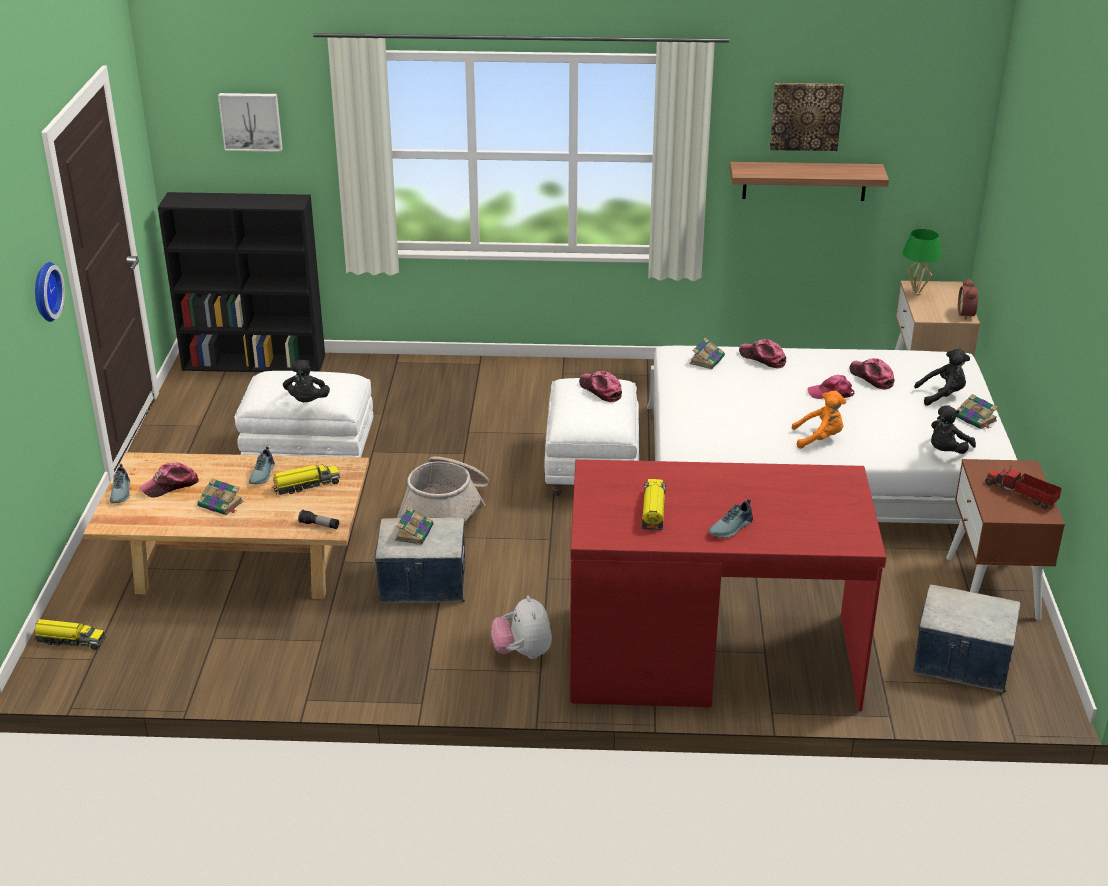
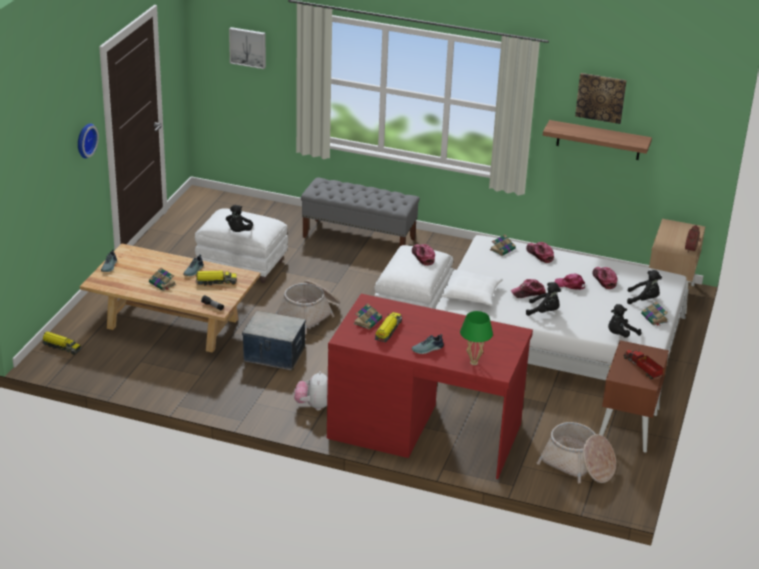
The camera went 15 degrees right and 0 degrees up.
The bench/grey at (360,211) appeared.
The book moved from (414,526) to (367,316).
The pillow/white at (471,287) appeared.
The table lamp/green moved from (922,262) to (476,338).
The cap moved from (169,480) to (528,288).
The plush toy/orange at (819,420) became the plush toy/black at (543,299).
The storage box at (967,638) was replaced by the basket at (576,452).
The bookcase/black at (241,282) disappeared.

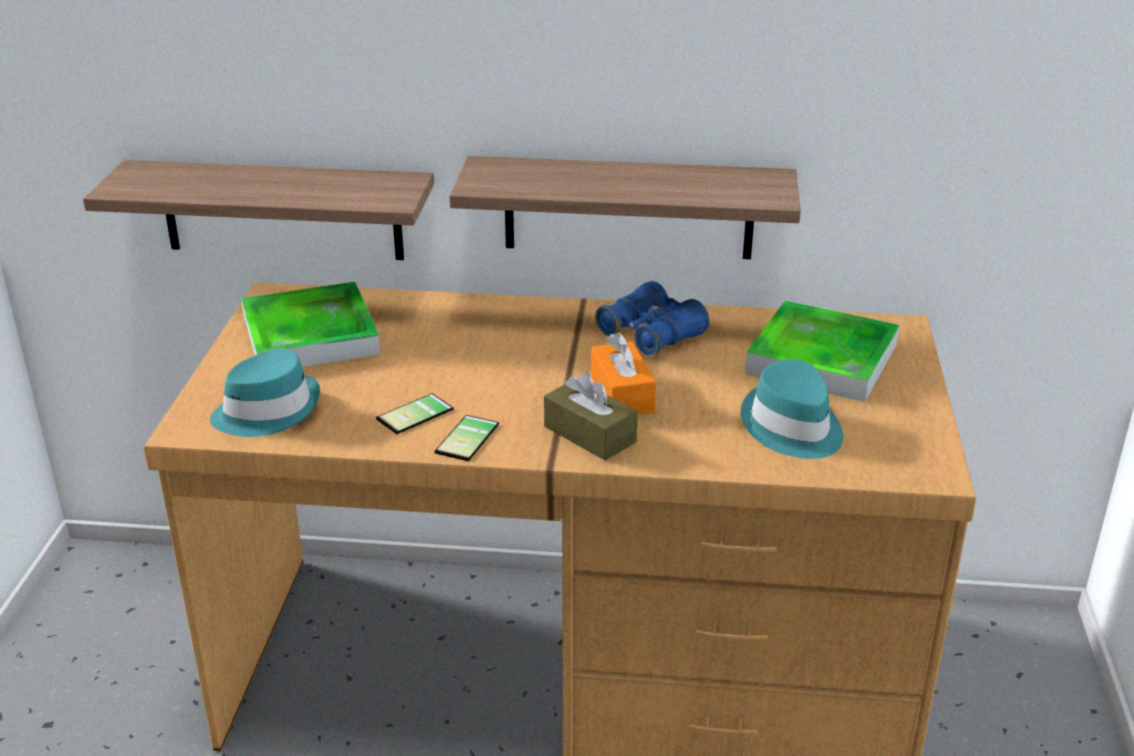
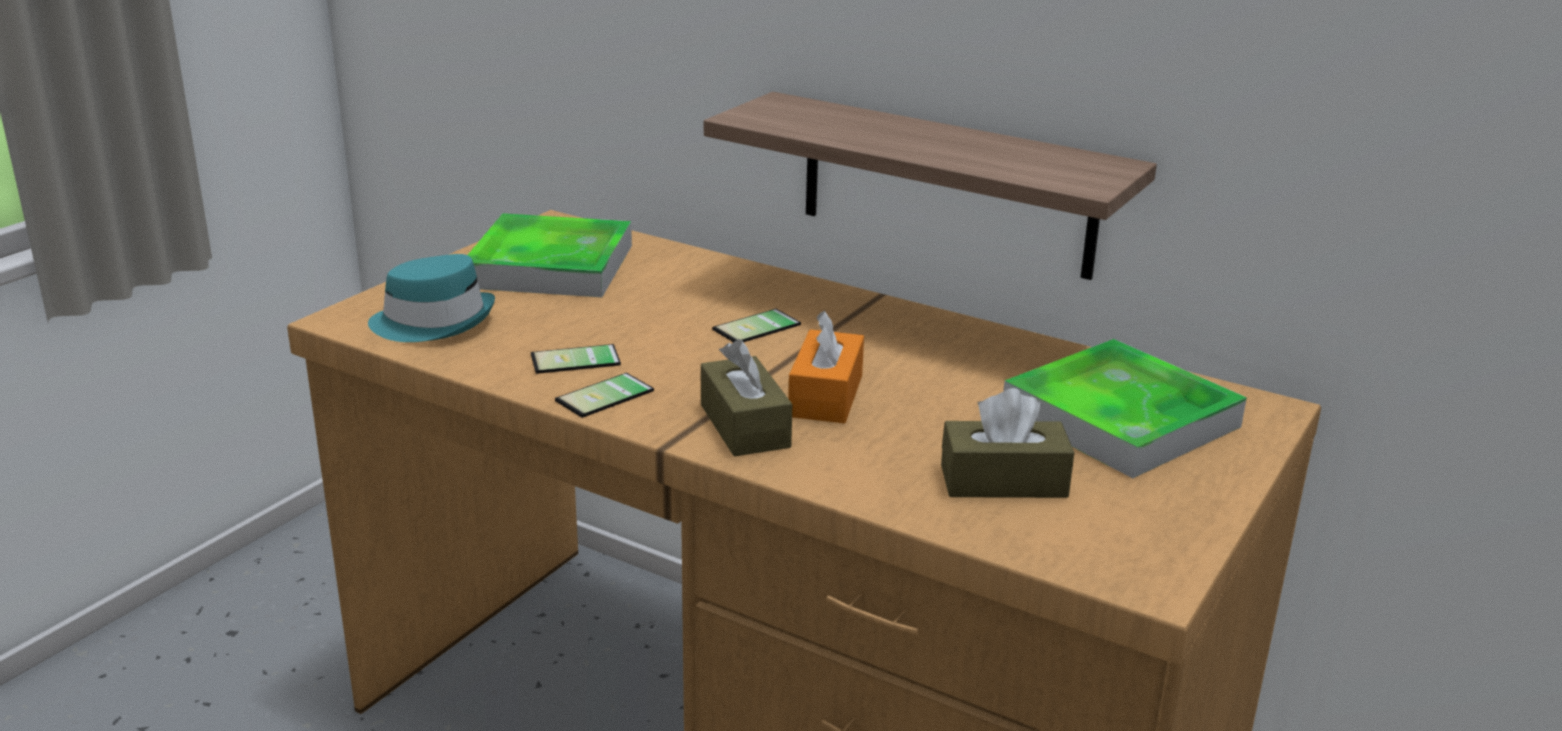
The camera went 25 degrees right and 5 degrees down.
The phone at (756,325) appeared.
The hat/turquoise at (792,409) was replaced by the tissue box/brown at (1007,443).
The shelf at (258,210) disappeared.
The binoculars/blue at (652,318) disappeared.

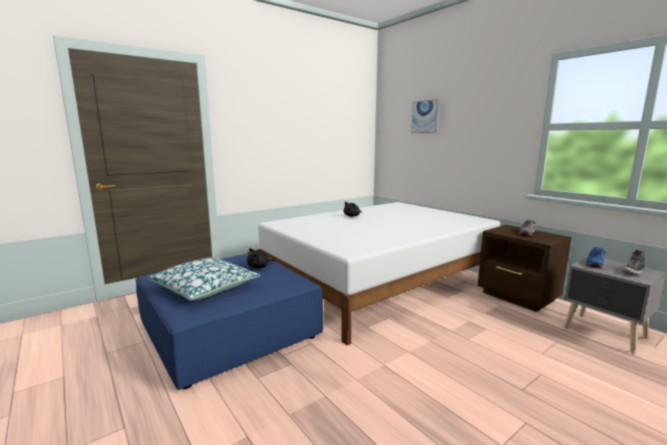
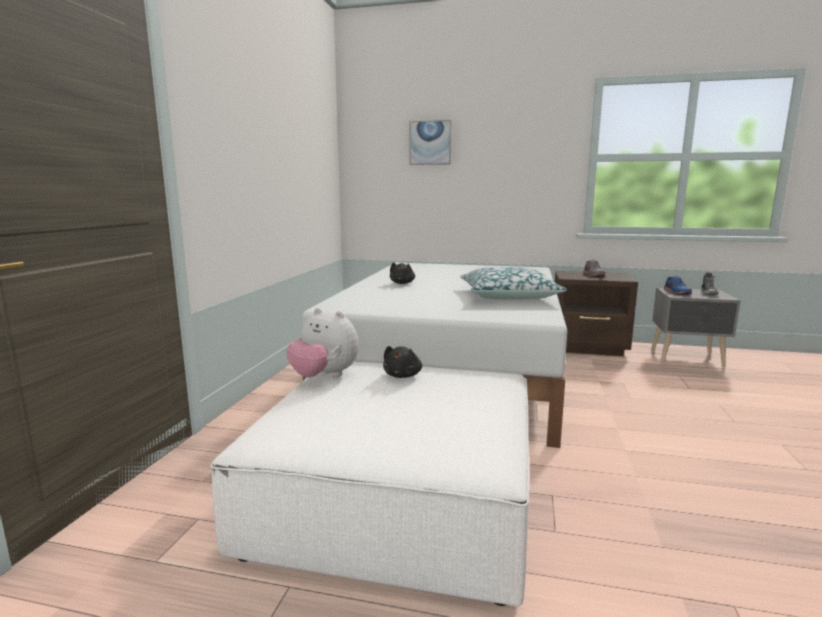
The camera went 40 degrees left and 0 degrees up.
The ottoman/blue at (229,322) became the ottoman/white at (370,484).
The plush toy at (322,342) appeared.
The pillow moved from (203,278) to (513,283).

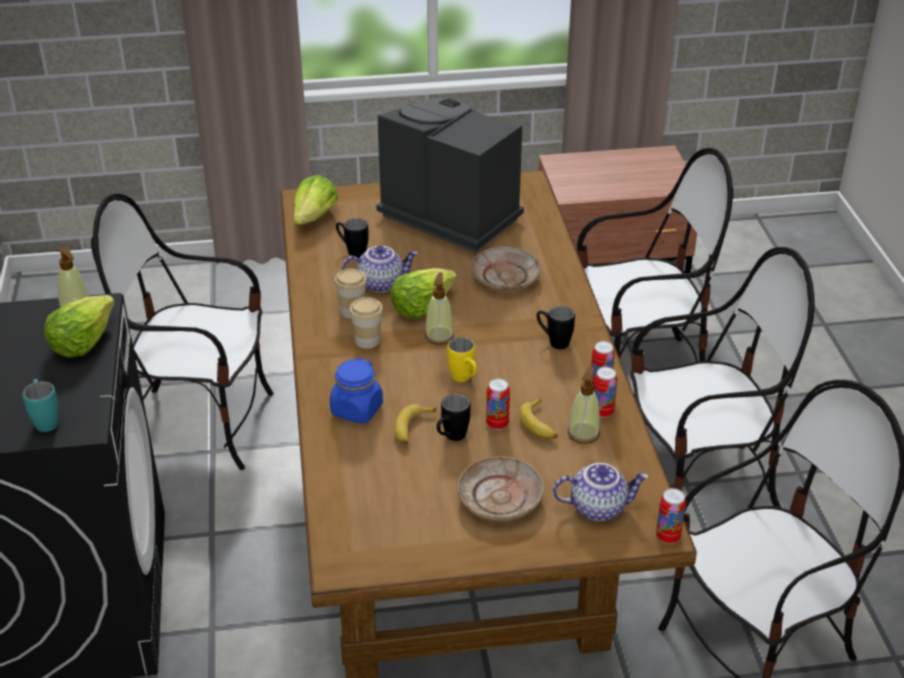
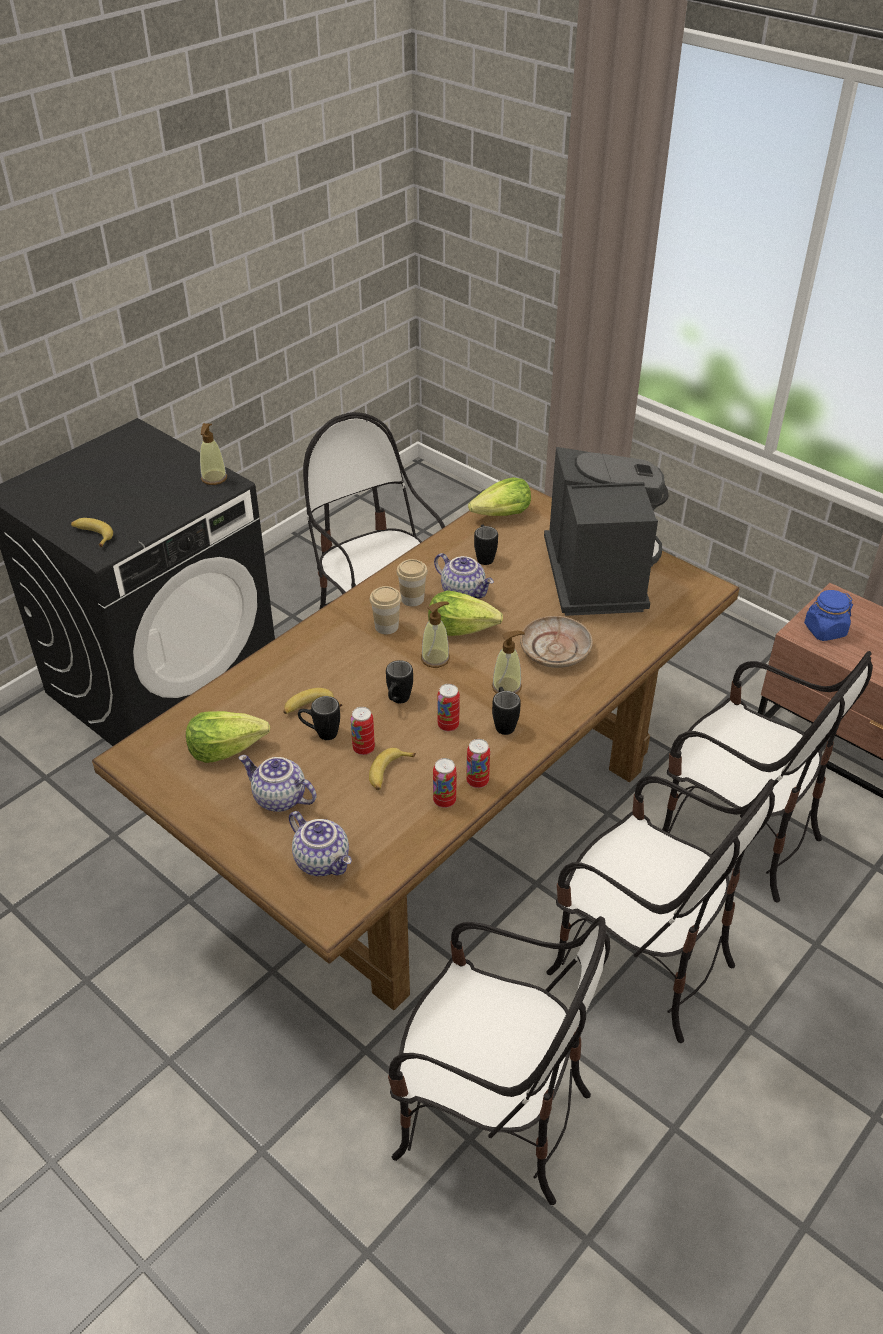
The camera went 50 degrees right and 5 degrees up.
The mug/turquoise at (40,405) was replaced by the banana at (92,532).
The lettuce moved from (79,326) to (228,737).
The plate/beige at (500,488) was replaced by the teapot at (278,783).
The mug/yellow at (462,359) became the mug/black at (399,681).
The can moved from (671,516) to (448,708).
The soap dispenser moved from (584,405) to (508,662).
The jar/blue moved from (356,390) to (828,615).

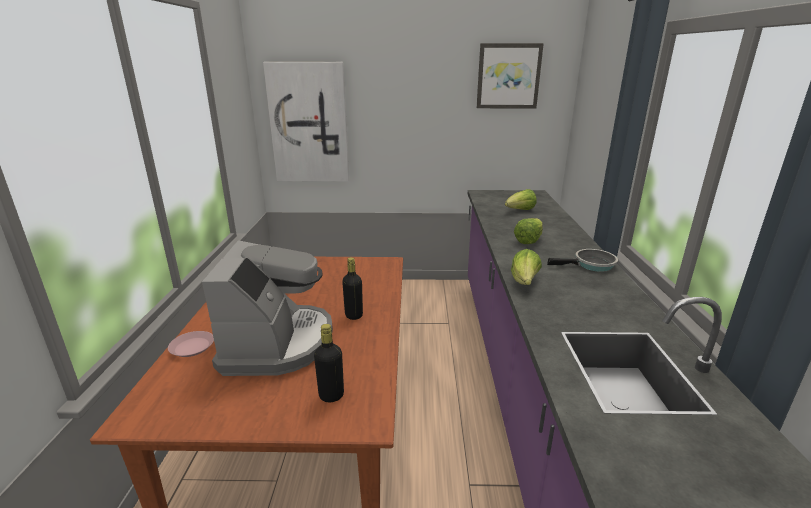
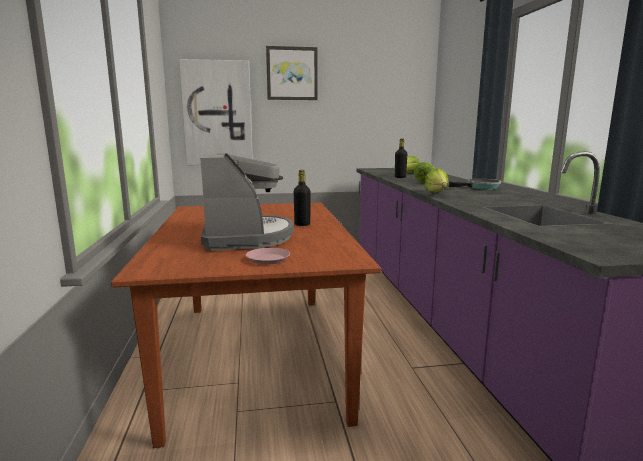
The camera went 10 degrees left and 10 degrees down.
The plate/pink moved from (191,344) to (268,256).
The picture moved from (510,75) to (292,73).
The bottle/black moved from (329,363) to (401,158).

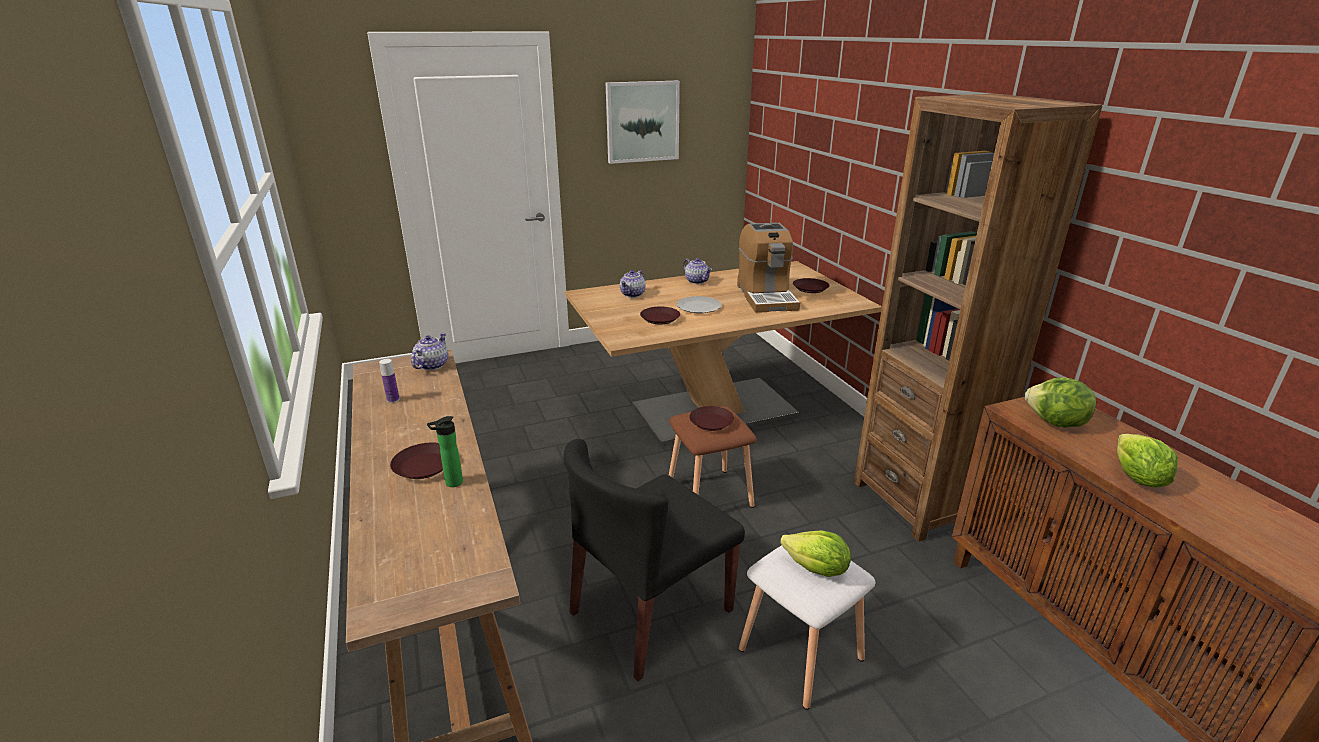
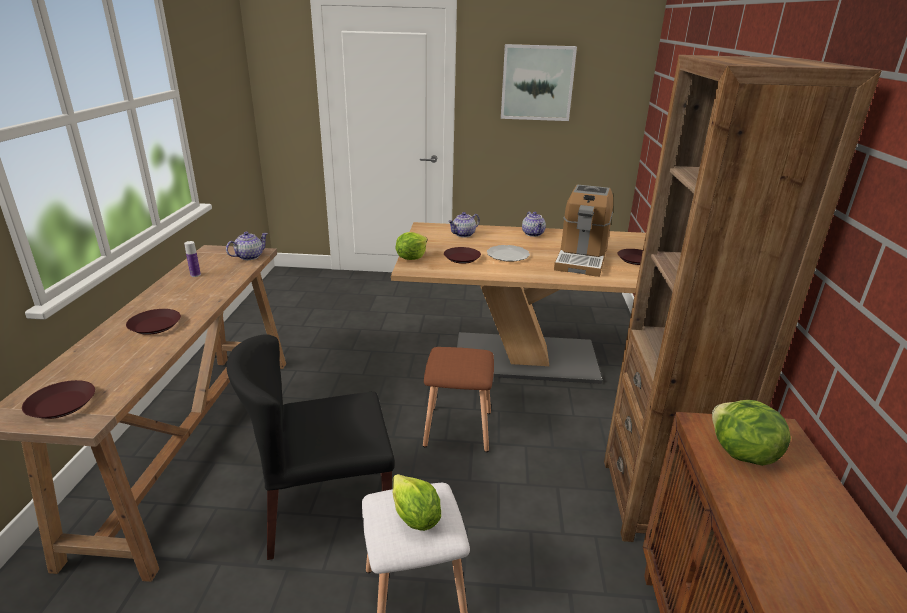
The camera went 25 degrees right and 0 degrees up.
The plate/brown moved from (711,418) to (58,399).
The lettuce moved from (1147,461) to (411,246).
The bottle at (445,451) disappeared.

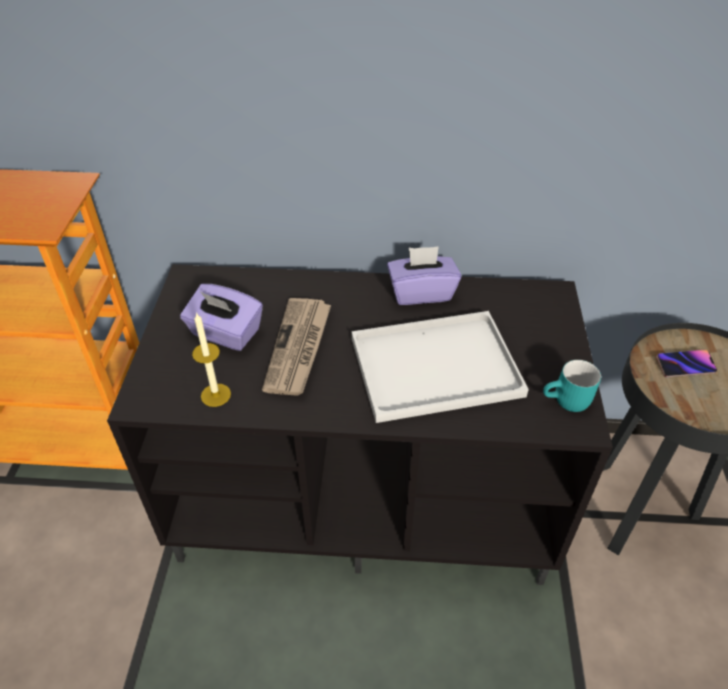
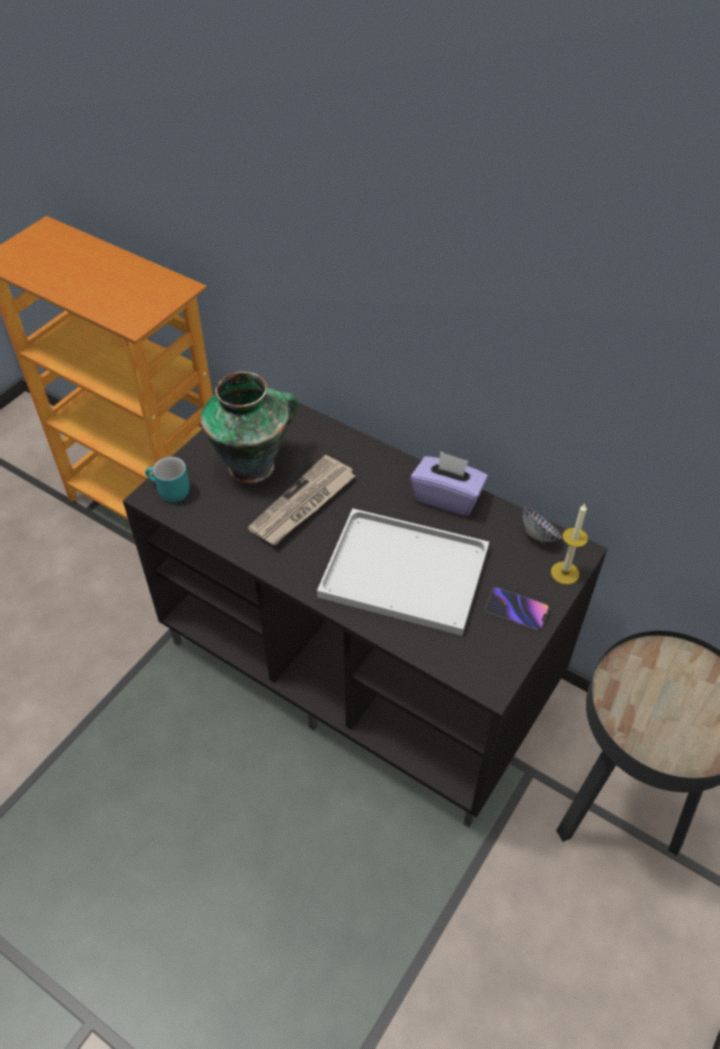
The camera went 30 degrees right and 5 degrees up.
The mug/turquoise moved from (572,386) to (167,479).
The tissue box/purple at (221,317) was replaced by the vase at (249,427).
The phone moved from (686,363) to (517,609).
The bowl at (542,525) appeared.
The candle moved from (211,359) to (569,544).

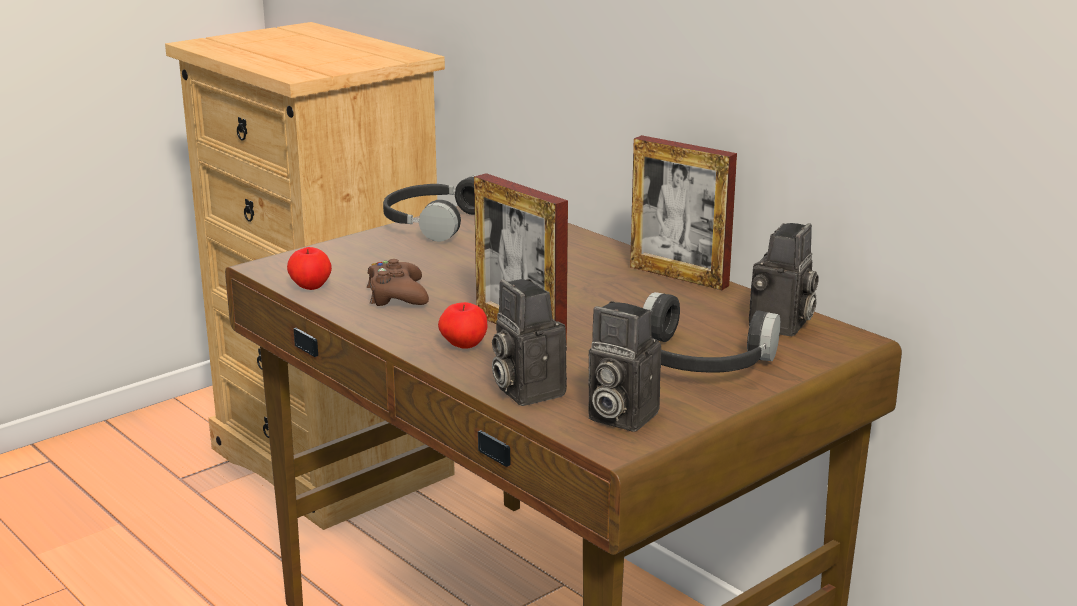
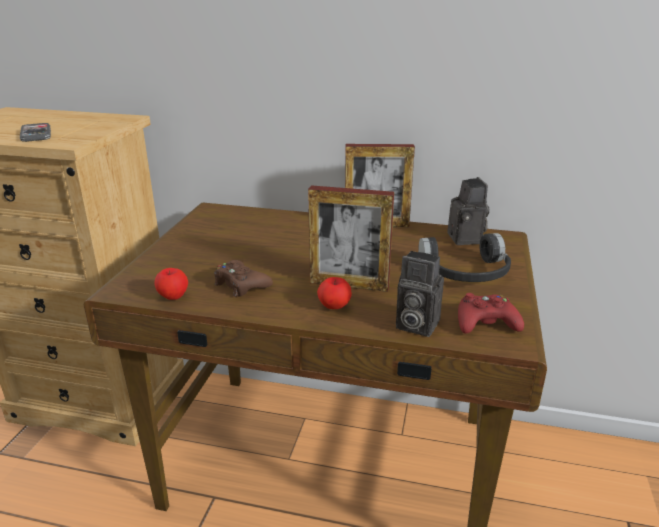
The camera went 35 degrees left and 5 degrees up.
The phone at (35,132) appeared.
The photo camera at (624,366) was replaced by the game controller/red at (491,313).
The headphones/black at (430,208) disappeared.

